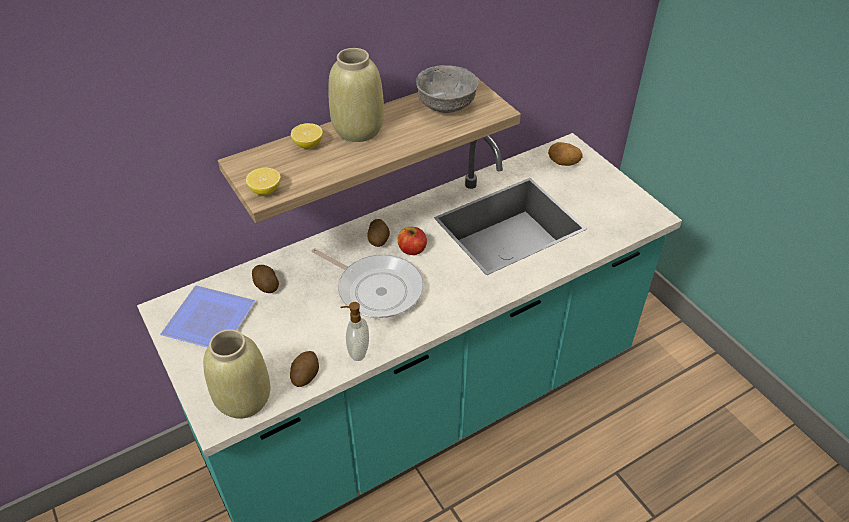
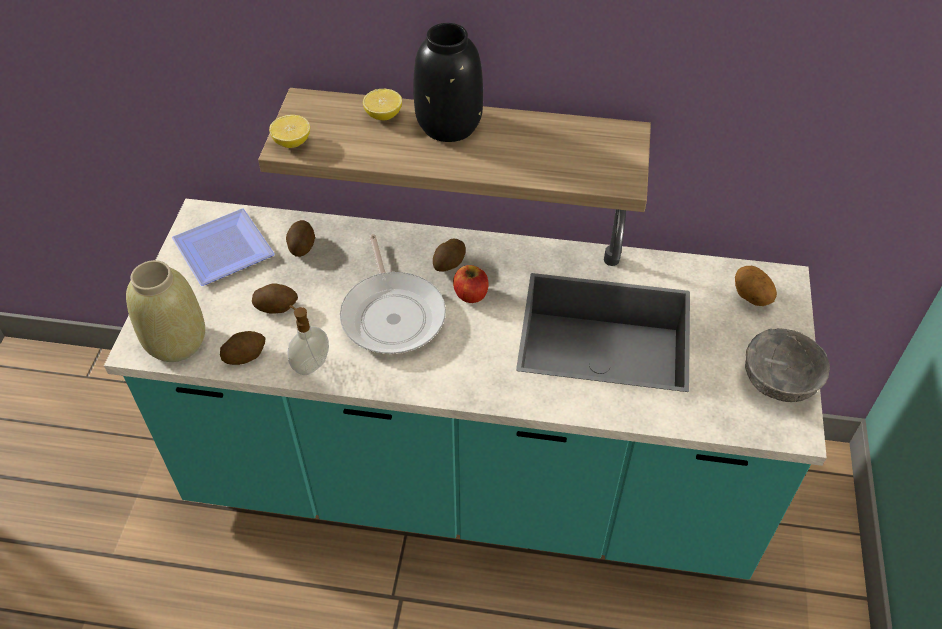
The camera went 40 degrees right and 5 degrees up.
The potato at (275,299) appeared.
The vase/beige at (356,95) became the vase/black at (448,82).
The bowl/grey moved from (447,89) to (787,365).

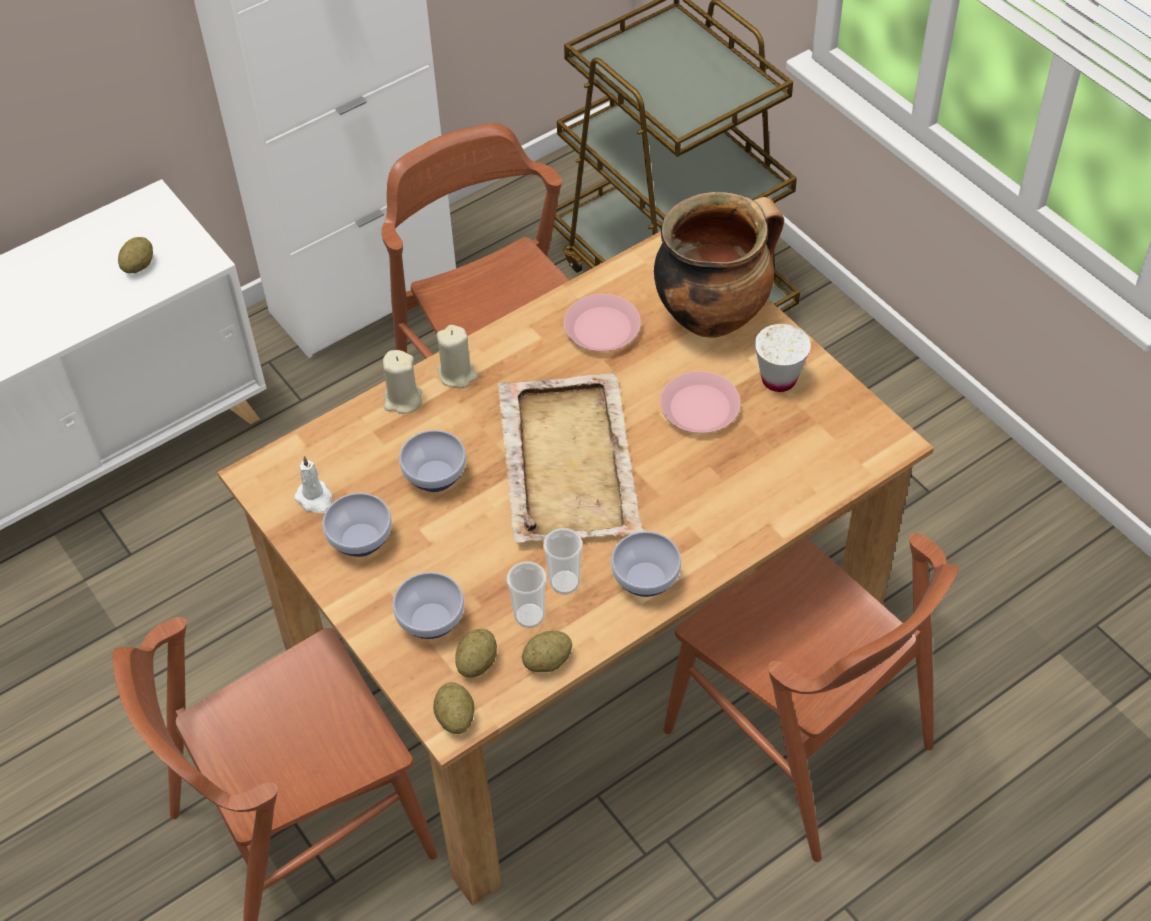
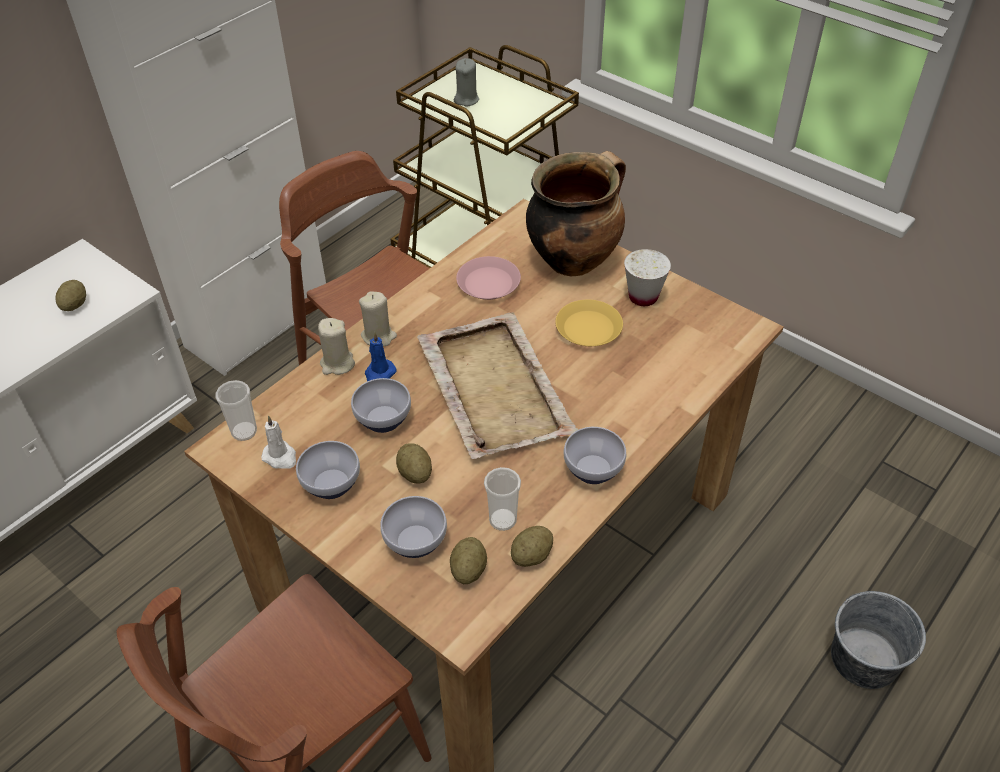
The camera went 15 degrees left and 5 degrees down.
The cup moved from (563,561) to (236,410).
The candle/blue at (381,356) appeared.
The potato moved from (453,708) to (414,463).
The candle/grey at (466,82) appeared.
The plate/pink at (700,402) became the plate/yellow at (589,323).
The bucket/grey at (878,640) appeared.
The chair/brown at (811,697) disappeared.

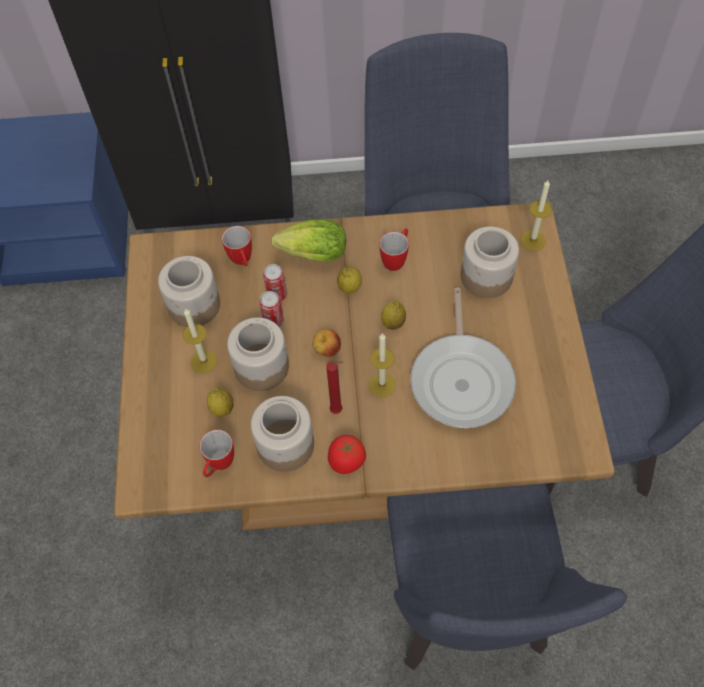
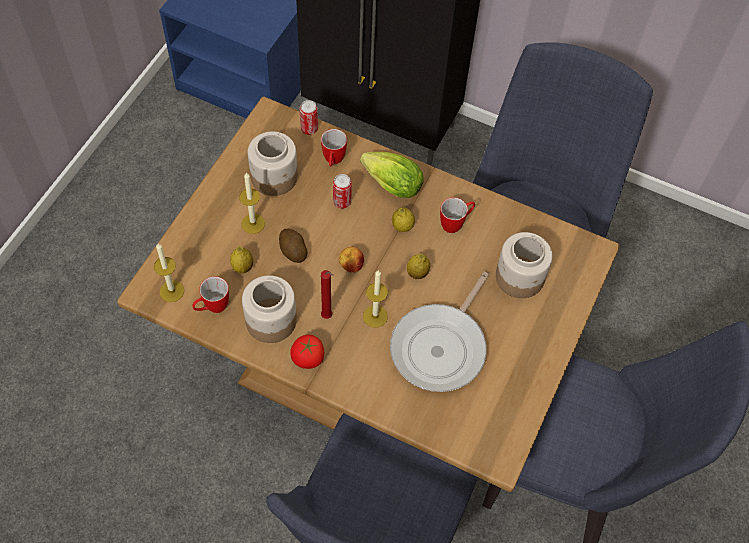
The camera went 25 degrees right and 0 degrees up.
The candle moved from (536,215) to (169,273).
The jar at (258,354) was replaced by the potato at (293,246).
The can moved from (271,309) to (309,117).

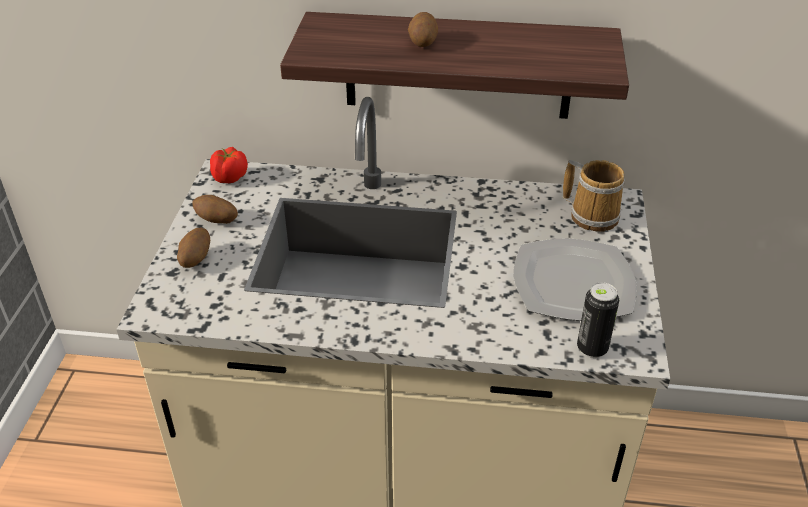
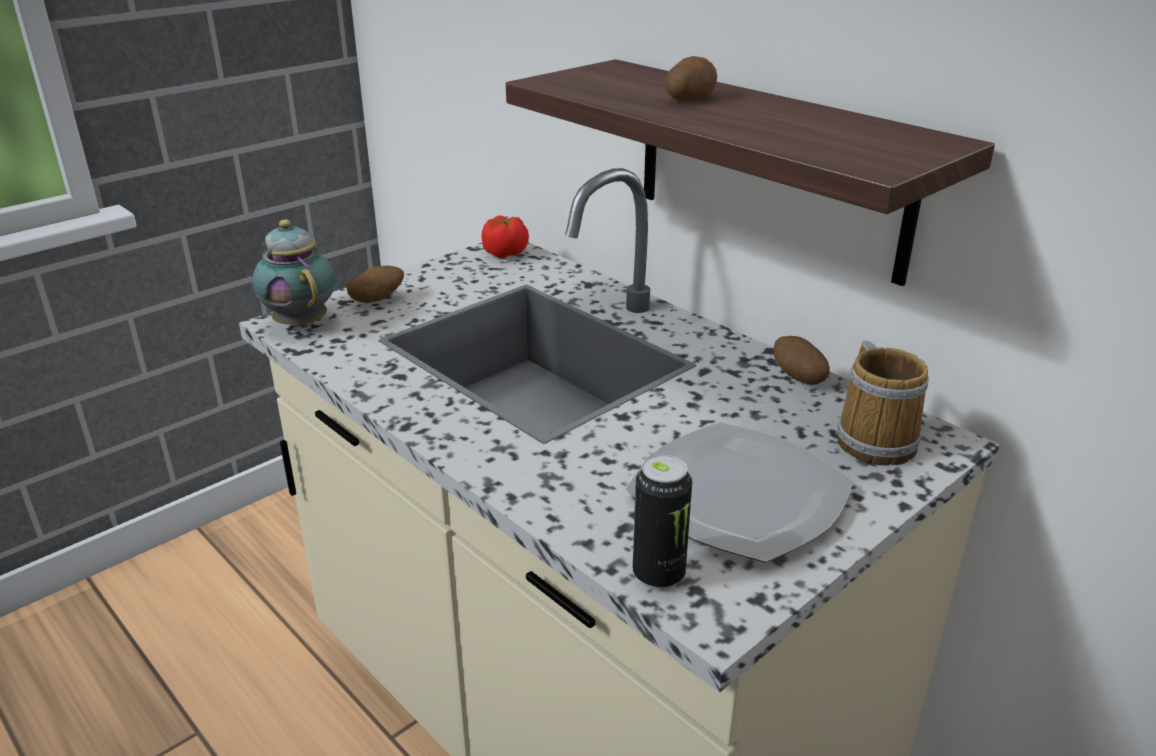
The camera went 40 degrees right and 10 degrees down.
The teapot at (293,274) appeared.
The potato moved from (215,209) to (801,360).

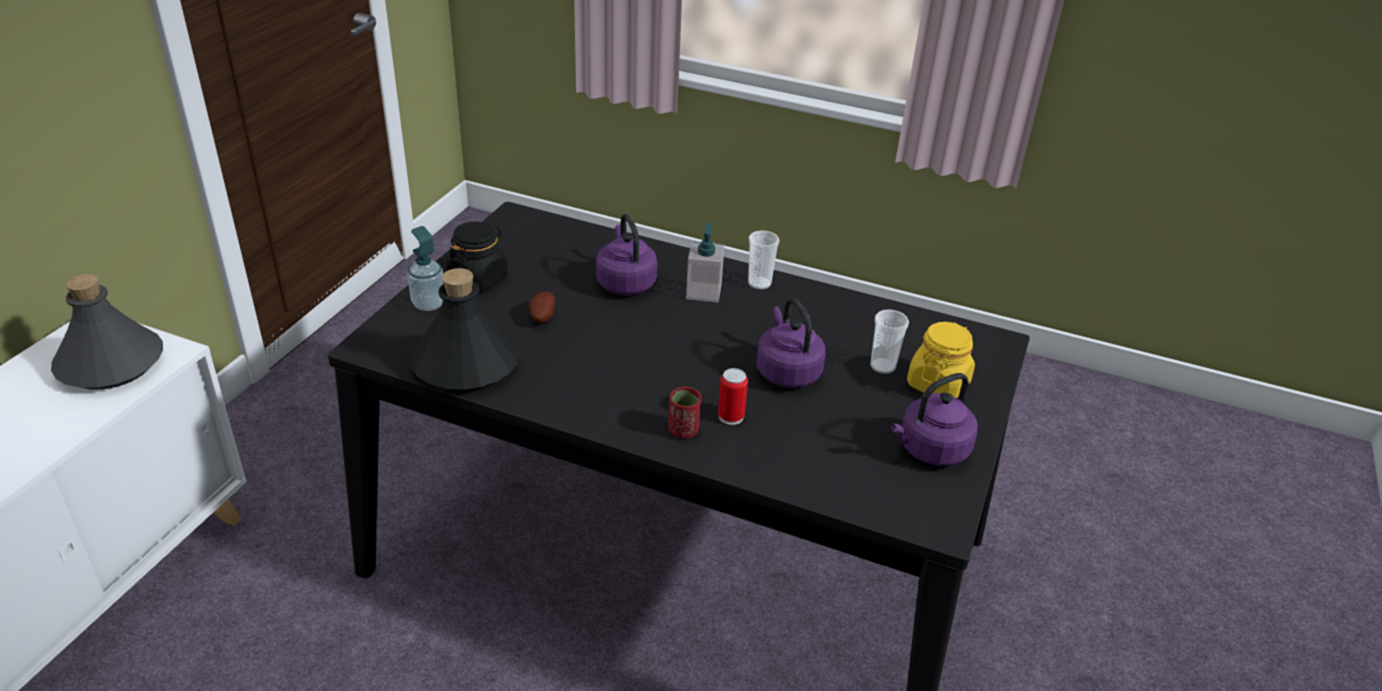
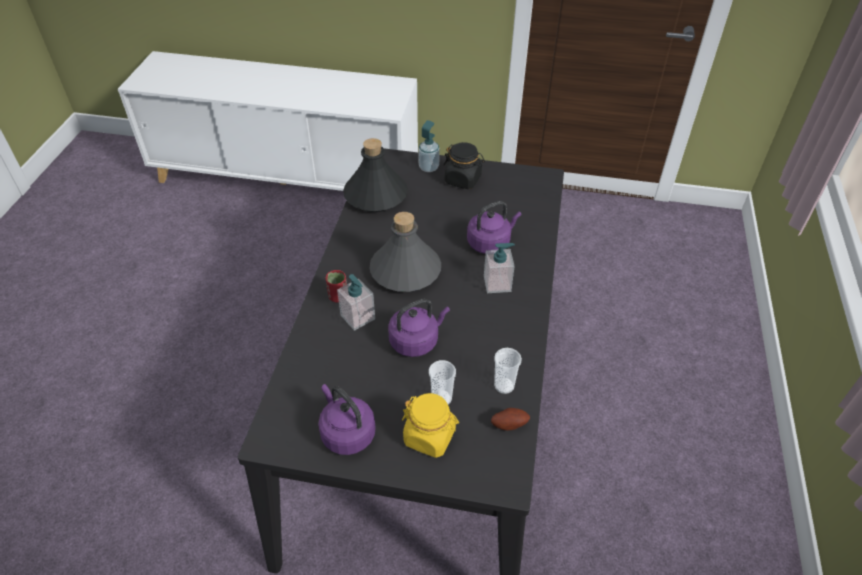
The camera went 80 degrees right and 10 degrees up.
The can at (733,396) was replaced by the soap dispenser at (356,302).
The bottle/grey moved from (107,332) to (405,252).
The potato moved from (542,307) to (510,419).
The cup moved from (763,260) to (508,371).

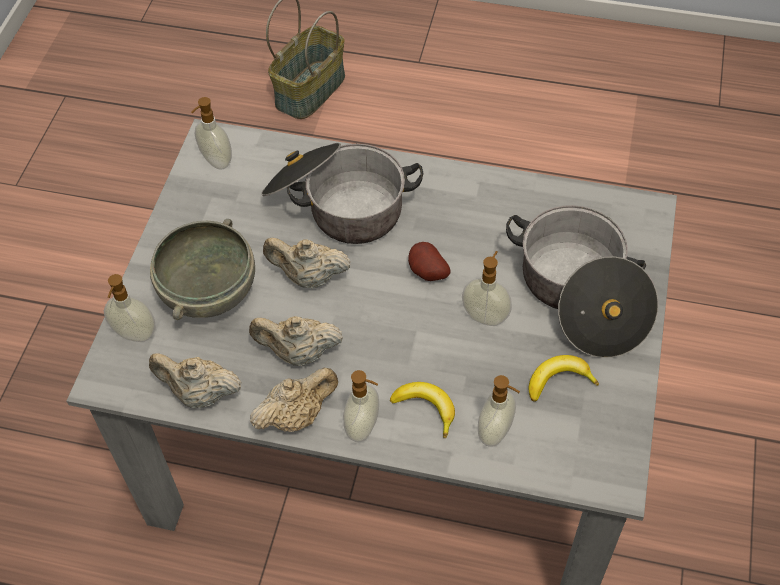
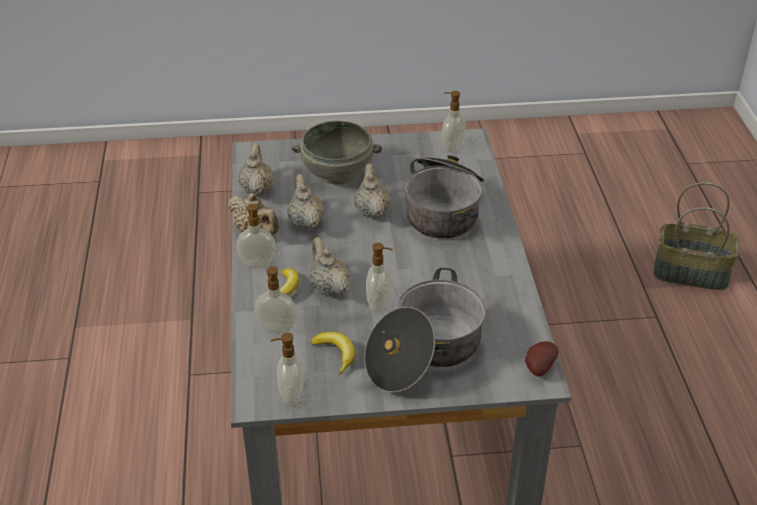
The camera went 70 degrees right and 15 degrees down.
The soap dispenser moved from (130,308) to (287,369).
The teapot/beige at (329,267) appeared.
The potato moved from (429,261) to (541,358).

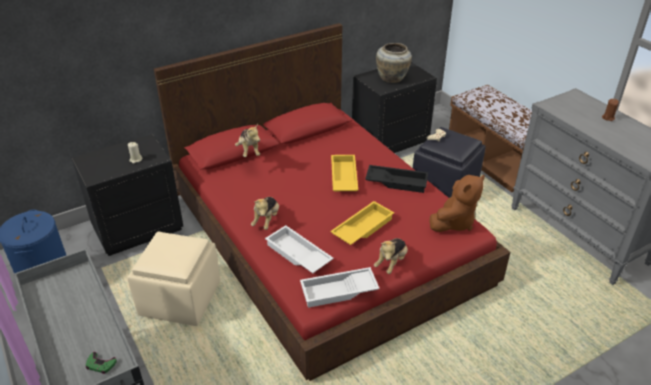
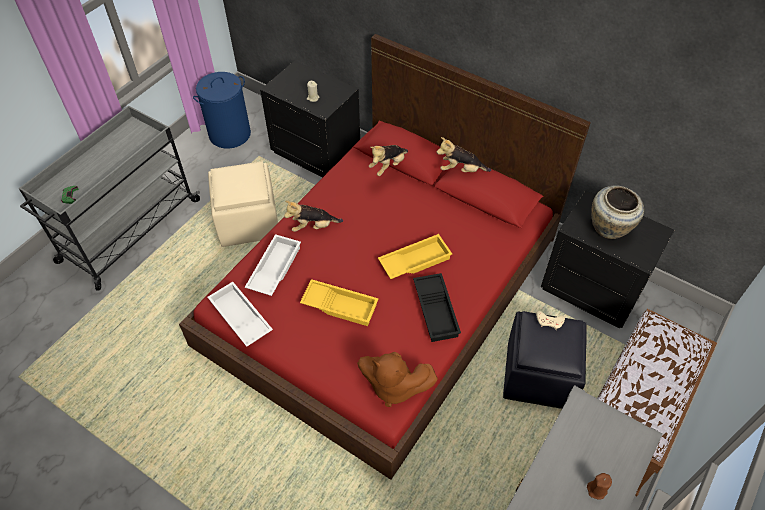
The camera went 65 degrees right and 15 degrees up.
The plush toy moved from (391,256) to (464,154).

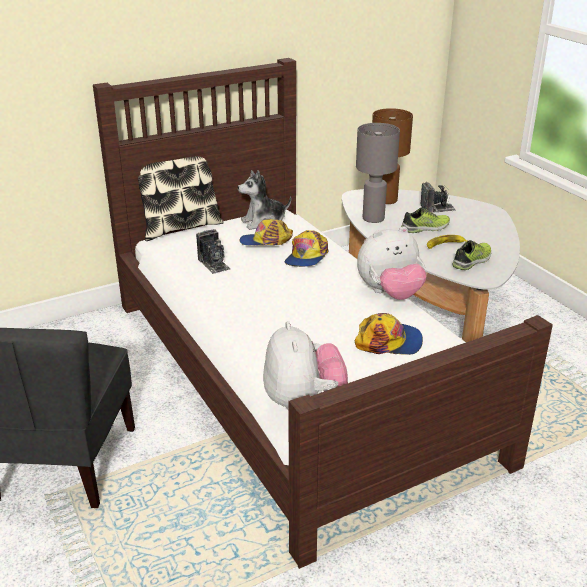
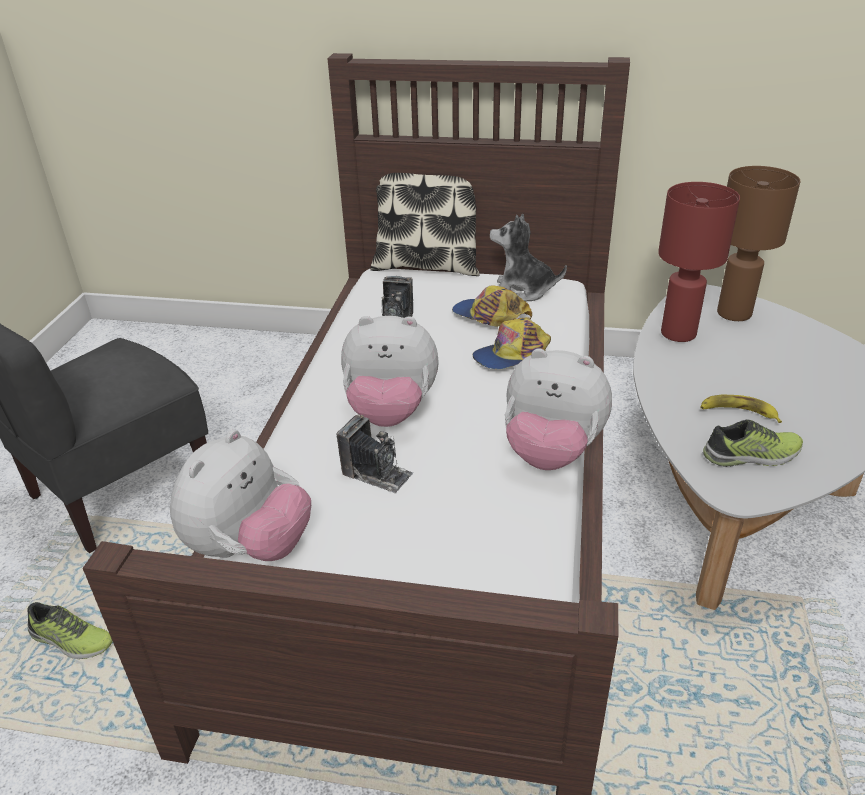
The camera went 40 degrees right and 5 degrees up.
The shoe moved from (425,220) to (70,630).
The photo camera moved from (438,197) to (374,454).
The plush toy at (390,371) appeared.
The table lamp/grey at (378,173) became the table lamp/red at (699,262).
The cap at (389,334) disappeared.

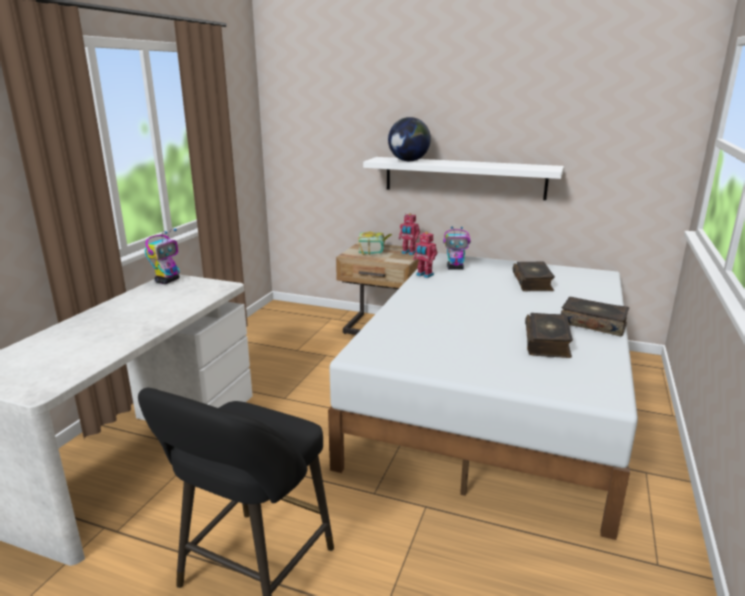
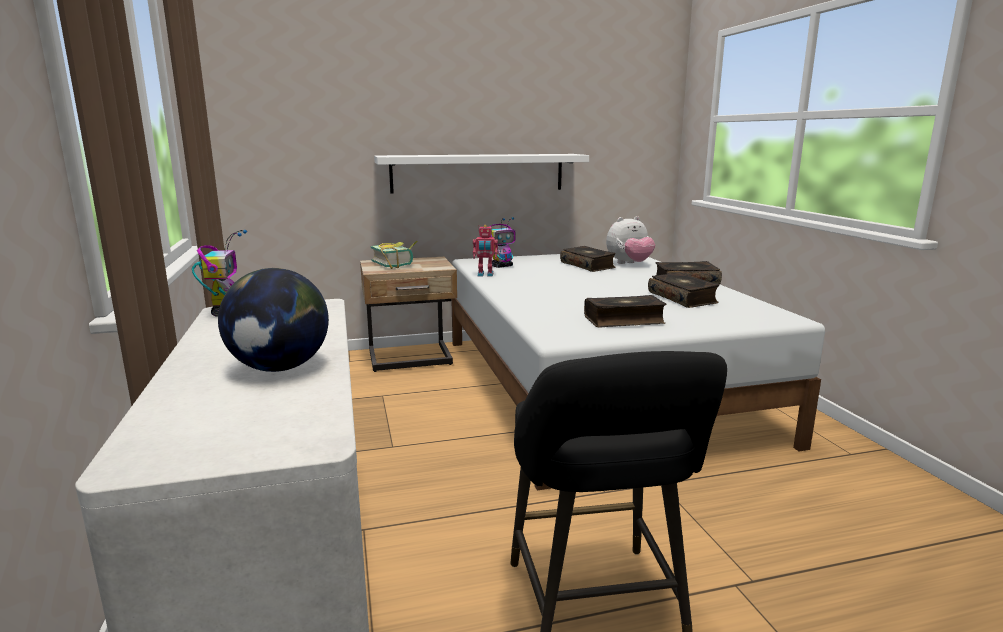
The camera went 35 degrees left and 5 degrees down.
The globe moved from (409,139) to (273,320).
The book at (625,311) appeared.
The plush toy at (630,240) appeared.
The toy robot at (409,234) disappeared.

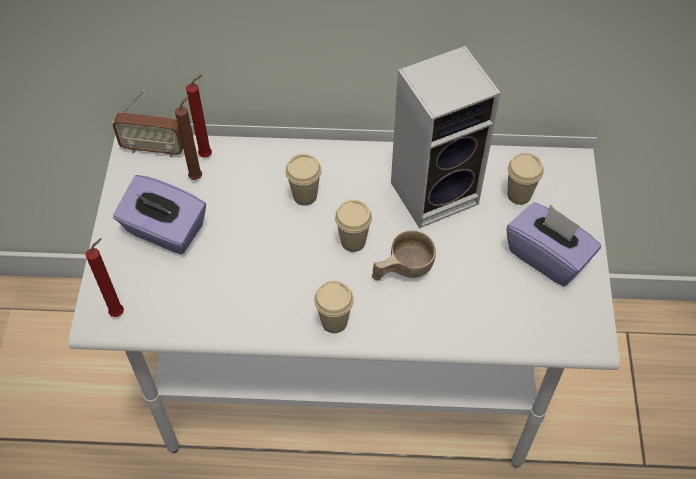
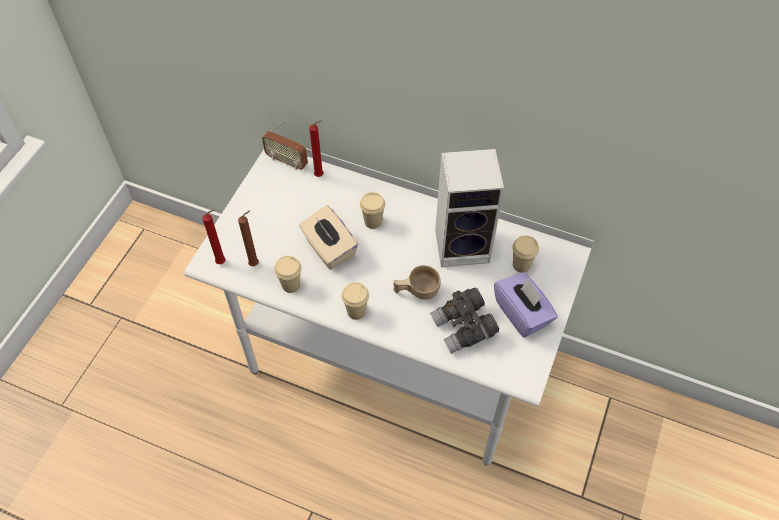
The camera went 20 degrees right and 0 degrees up.
The candle/brown moved from (188,137) to (248,238).
The cup/beige moved from (353,226) to (287,274).
The tissue box/beige at (328,237) appeared.
The binoculars/grey at (464,321) appeared.
The tissue box/purple at (159,214) disappeared.

